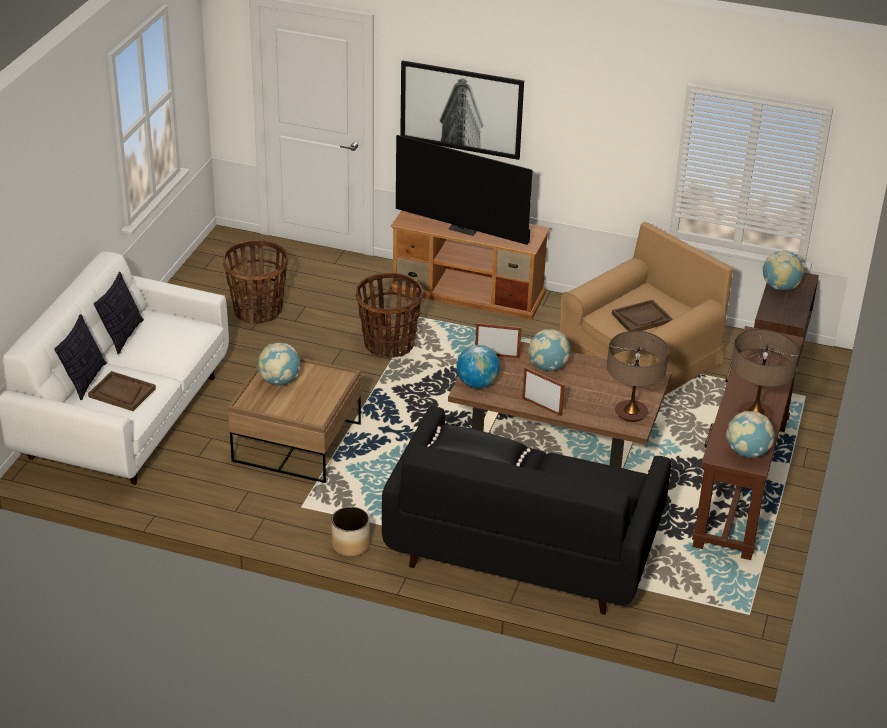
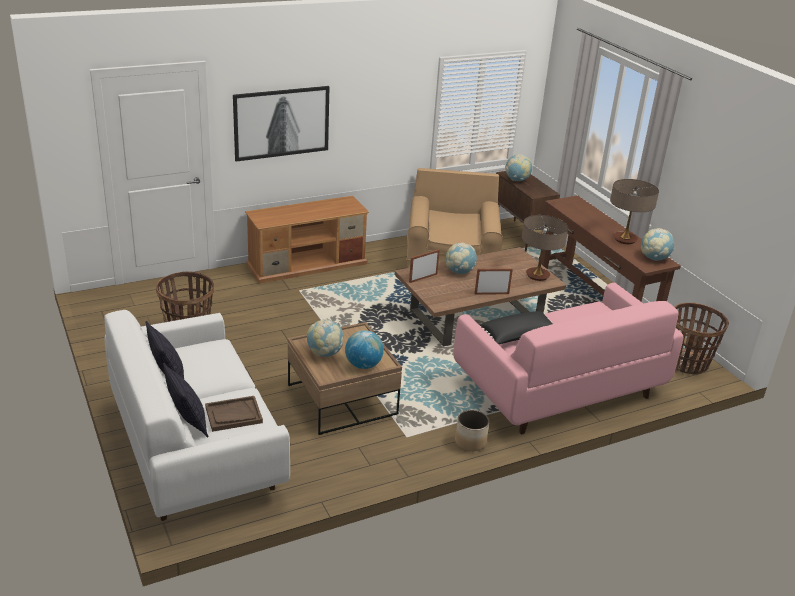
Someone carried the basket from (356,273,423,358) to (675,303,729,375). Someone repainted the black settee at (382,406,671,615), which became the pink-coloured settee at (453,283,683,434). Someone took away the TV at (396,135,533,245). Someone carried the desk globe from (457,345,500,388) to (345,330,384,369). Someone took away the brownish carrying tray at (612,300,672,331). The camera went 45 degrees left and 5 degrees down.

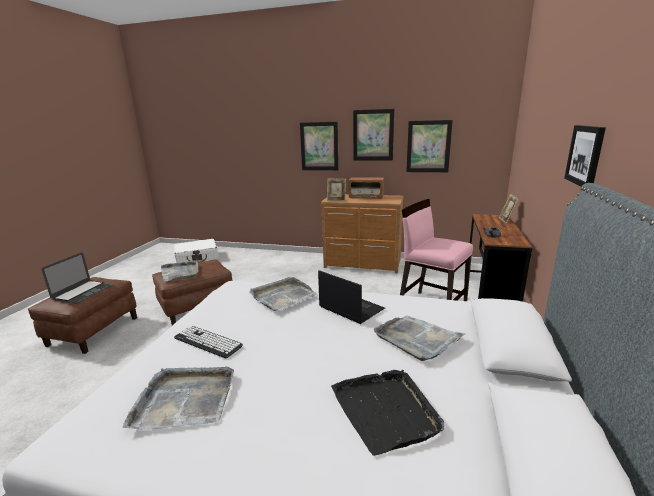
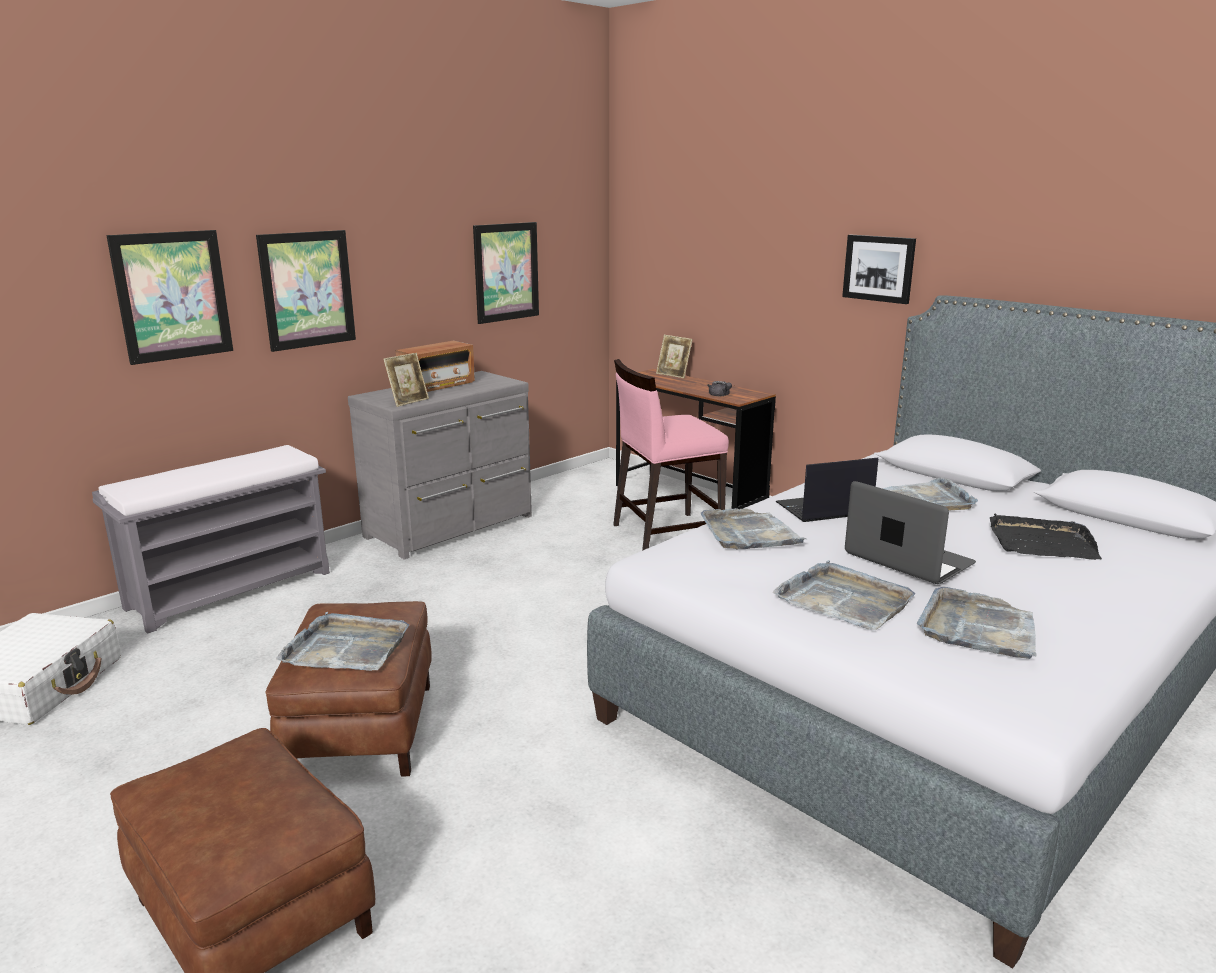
Someone carried the notebook computer from (41,253,114,303) to (845,481,976,584). Someone swapped the keyboard at (174,326,243,358) for the greyish carrying tray at (773,560,915,630). Someone repainted the brownish drawer chest at (321,194,403,273), which became the greyish drawer chest at (348,371,532,560). Someone carried the wall picture from (353,109,394,160) to (106,230,233,365). Someone put down the greyish long seat at (92,445,330,634). The camera went 60 degrees left and 0 degrees up.

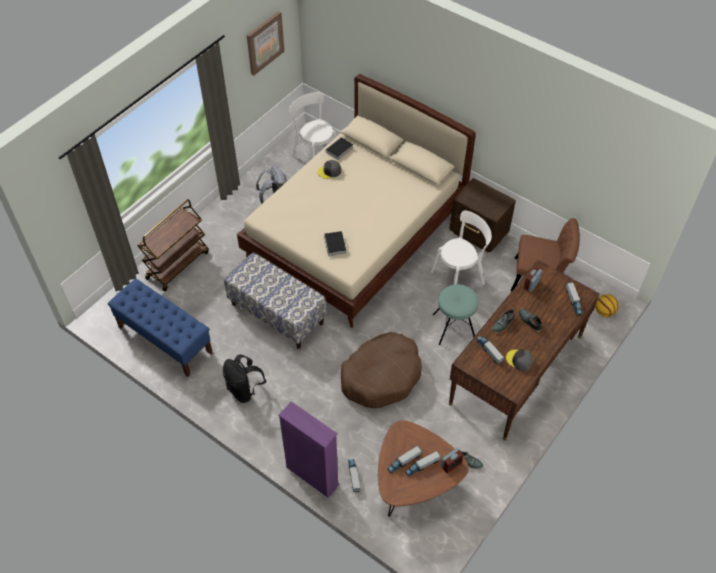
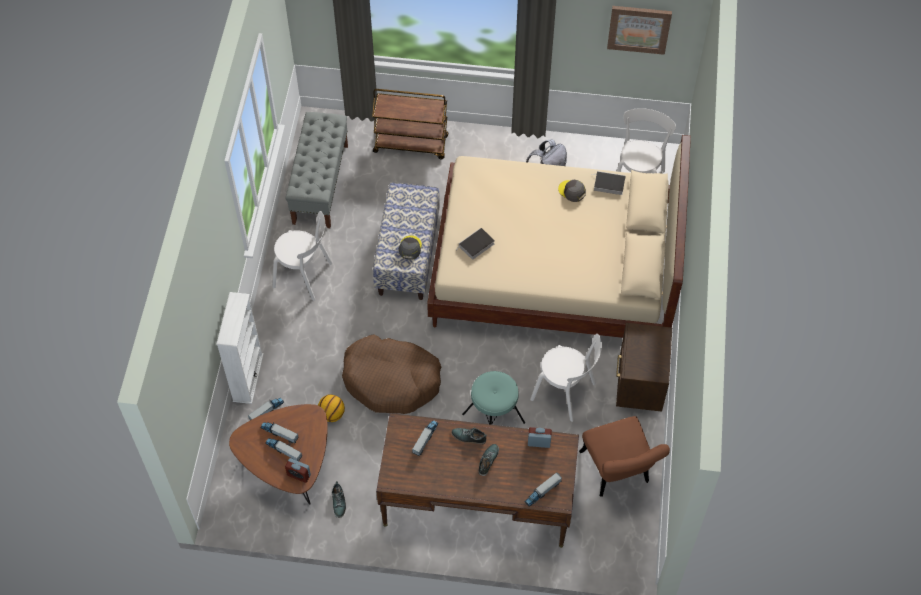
Someone repainted the blue-coloured long seat at (108,279,213,377), which became the greyish long seat at (286,112,348,228). Someone swapped the black rucksack at (223,354,266,403) for the white-coloured chair at (272,211,333,301). Someone repainted the purplish bookshelf at (278,402,340,498), which became the white-coloured bookshelf at (216,292,264,404). Someone carried the greyish peaked cap from (506,349,534,371) to (399,235,422,260). Someone carried the ball for basketball from (595,294,619,317) to (318,394,345,422). The camera went 60 degrees right and 5 degrees up.

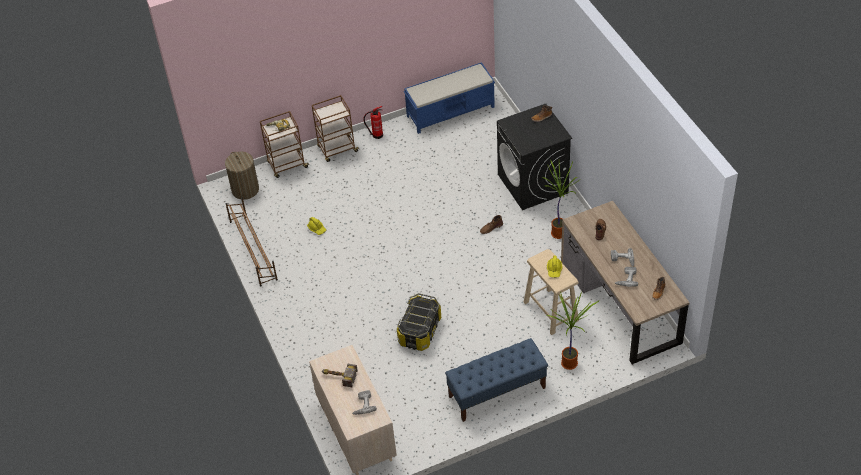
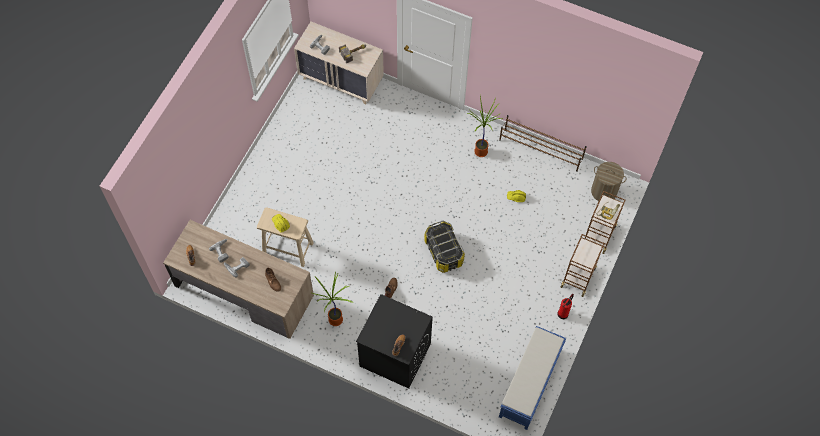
Someone carried the storage container from (397,293,441,351) to (424,221,465,273). Someone took away the blue-coloured long seat at (445,338,548,422). Someone carried the plant in a pot from (547,291,599,370) to (467,95,501,157). The camera went 135 degrees right and 15 degrees up.

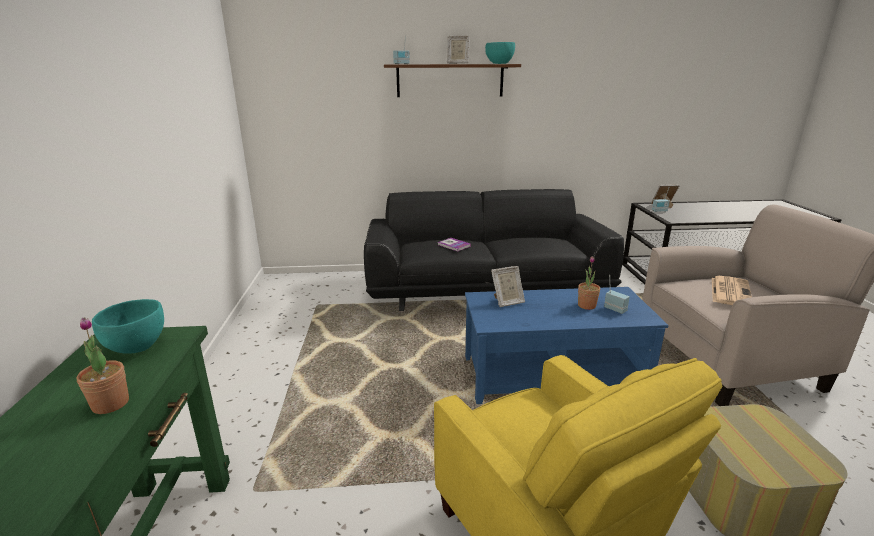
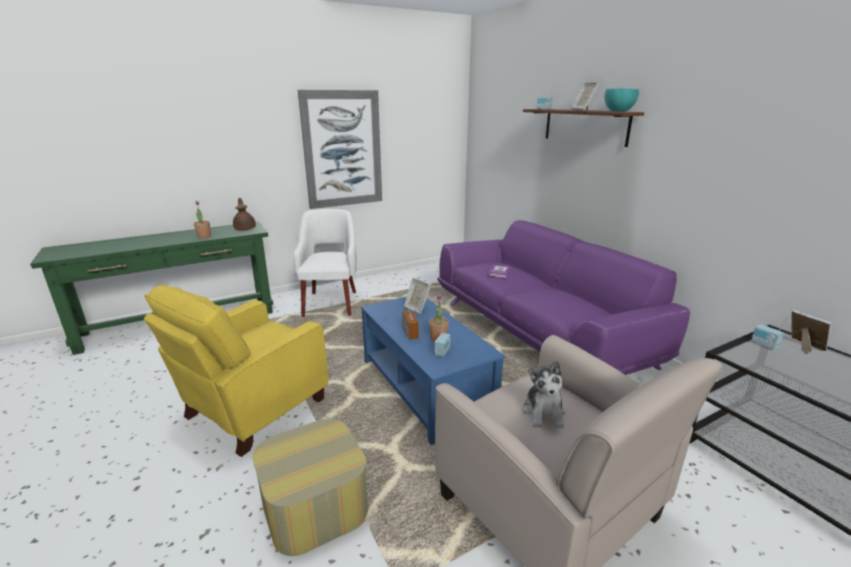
Someone swapped the turquoise-coloured deep dish at (92,299,164,354) for the brownish tea pot at (233,198,256,231). Someone repainted the black settee at (364,189,624,311), which became the purplish settee at (437,220,690,375). Someone swapped the daily paper at (712,276,752,305) for the cuddly toy at (523,361,565,428). Someone put down the white-coloured armchair at (294,209,357,317). Someone put up the wall picture at (298,90,382,209). Someone put down the radio set at (402,302,419,339). The camera went 65 degrees right and 0 degrees up.

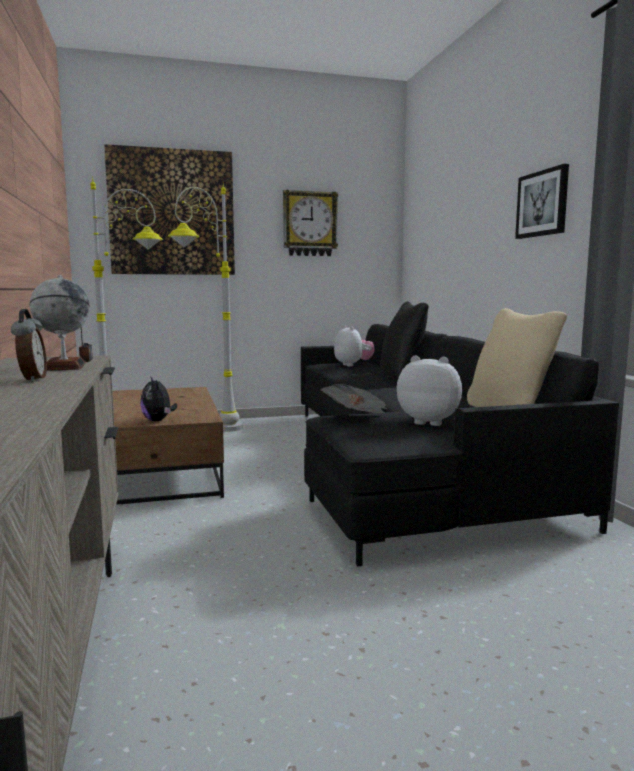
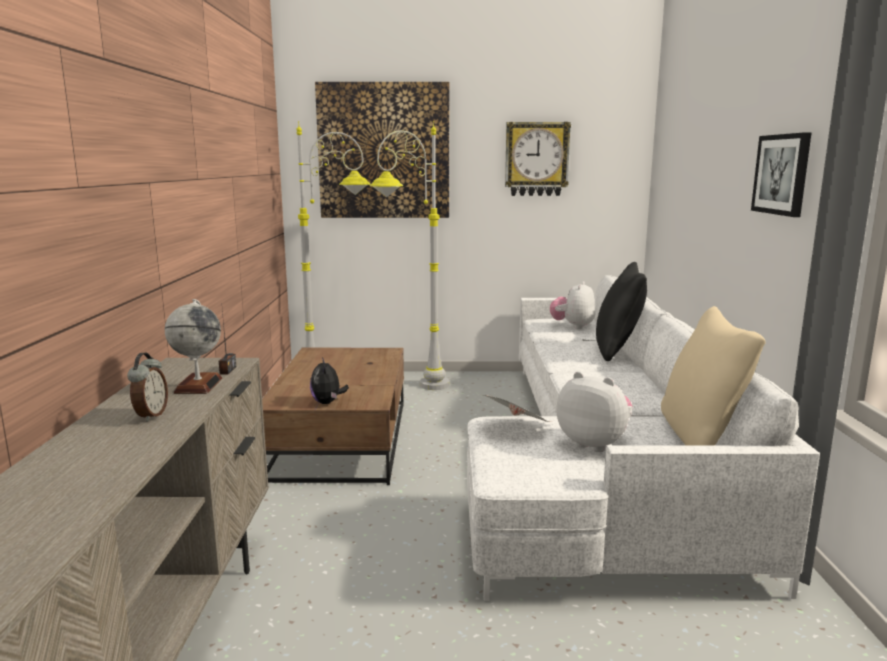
Someone repainted the black settee at (301,324,619,566), which became the white-coloured settee at (467,275,820,601). Someone rotated the cuddly toy at (334,326,375,367) by 150 degrees counterclockwise. The camera went 15 degrees right and 5 degrees up.

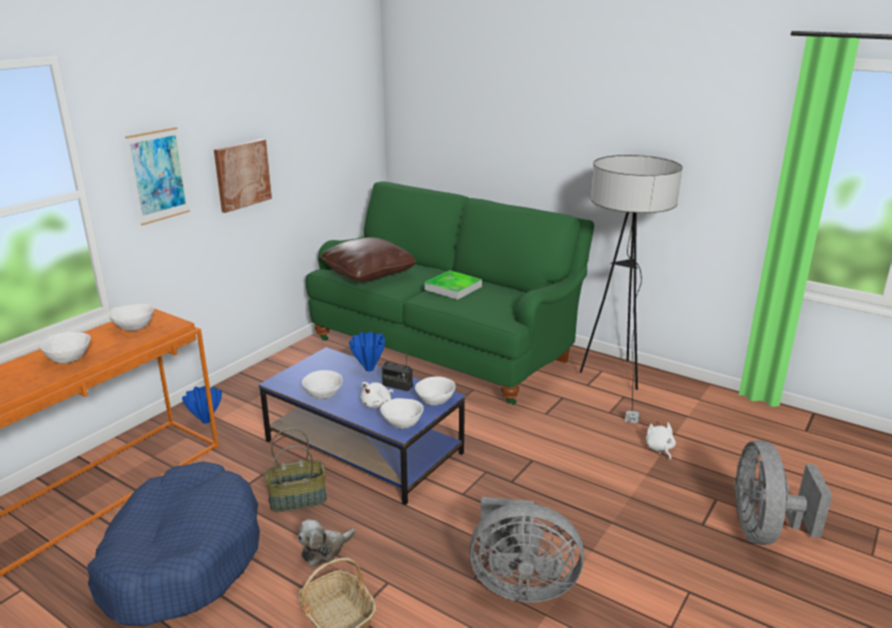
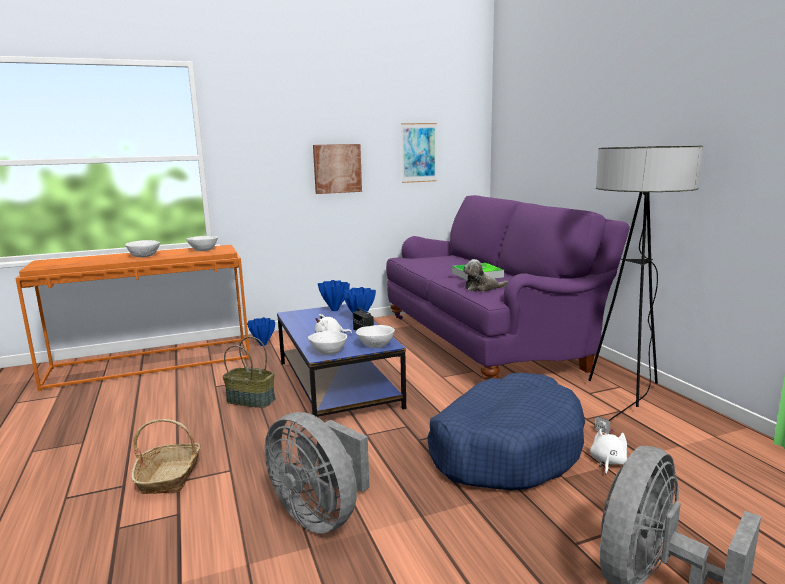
Someone carried the blue-coloured dog bed from (87,461,260,626) to (427,373,585,491). Someone carried the wall picture from (125,127,190,225) to (401,123,437,183). Someone carried the cuddly toy from (297,519,356,567) to (463,259,508,292). Someone took away the white-coloured deep dish at (302,370,342,399). Someone repainted the green settee at (306,182,594,405), which became the purplish settee at (386,195,630,380). Someone took away the brownish pillow at (320,237,417,281). Someone put down the blue-coloured vase at (318,280,350,311). The camera went 35 degrees right and 10 degrees down.

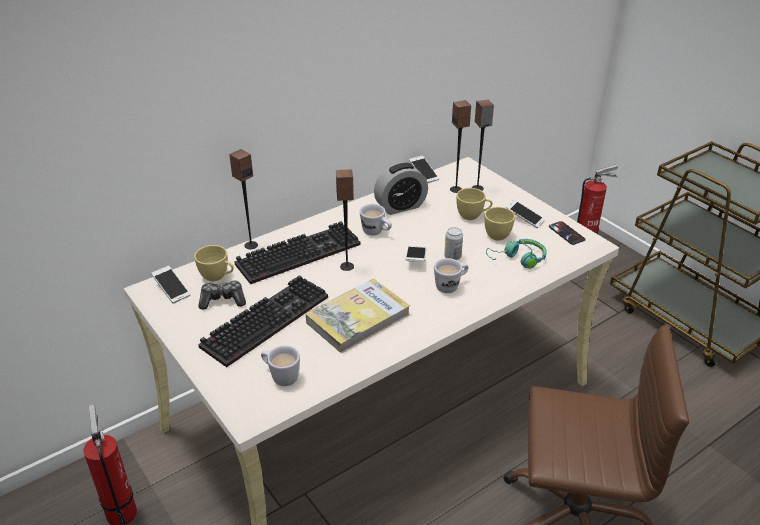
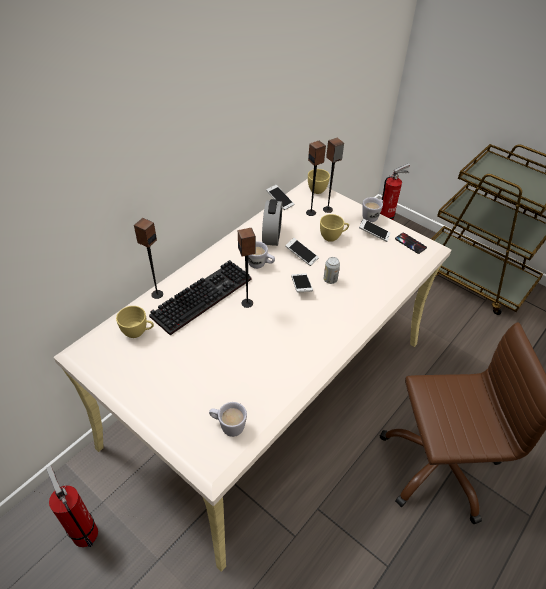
Someone carried the handset from (151,266,190,304) to (285,238,319,266). Someone took away the keyboard at (198,275,328,367). Someone took away the joypad at (199,280,246,309). Someone took away the bound book at (306,279,410,353). Someone rotated the bedside clock at (374,162,428,215) by 45 degrees counterclockwise. Someone carried the white-coloured tea mug from (434,258,468,293) to (362,197,383,222). Someone carried the yellowish cup from (484,207,515,241) to (308,169,330,194). Someone took away the turquoise-coloured headphones at (486,239,547,269). The camera went 15 degrees left and 10 degrees up.

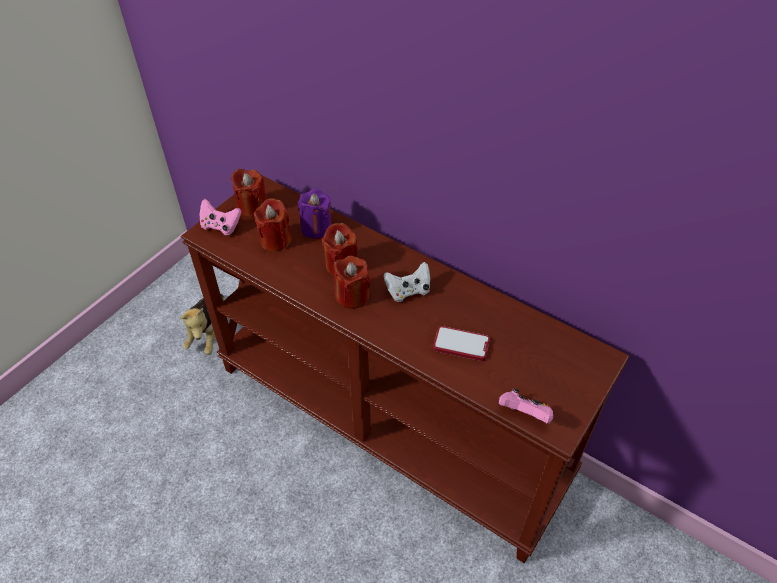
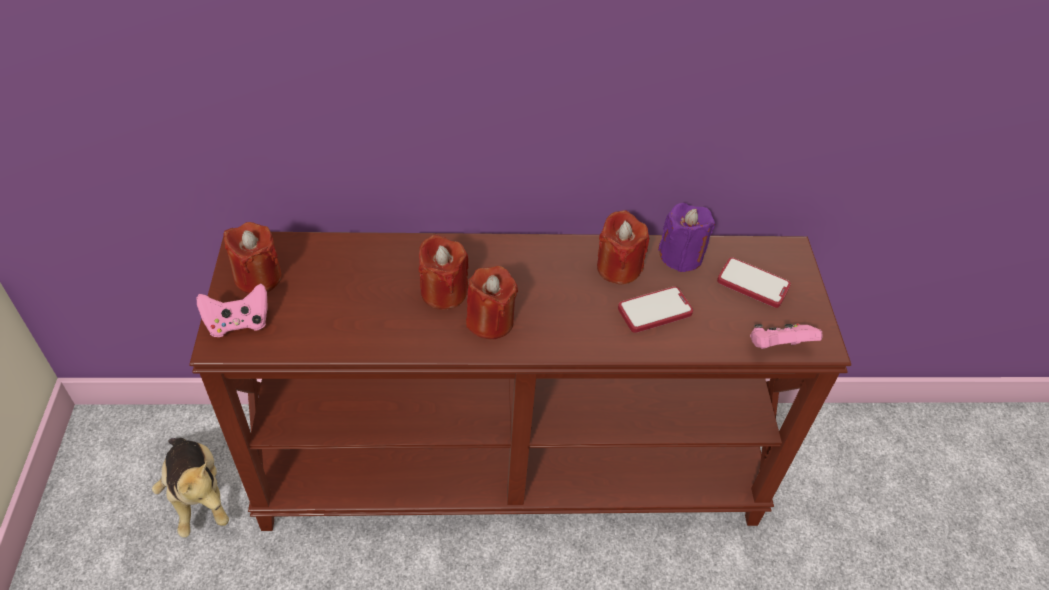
Someone carried the red-coloured wax candle from (254,198,292,251) to (597,210,649,284). Someone carried the purplish wax candle from (298,189,332,239) to (658,203,715,272). Someone took away the white-coloured joypad at (384,262,430,302). Someone put down the handset at (717,258,791,308). The camera went 40 degrees left and 0 degrees up.

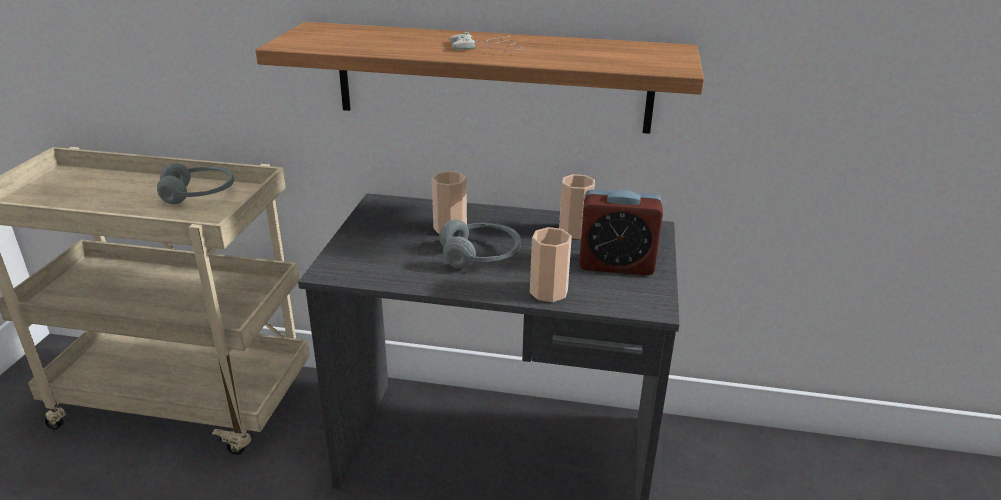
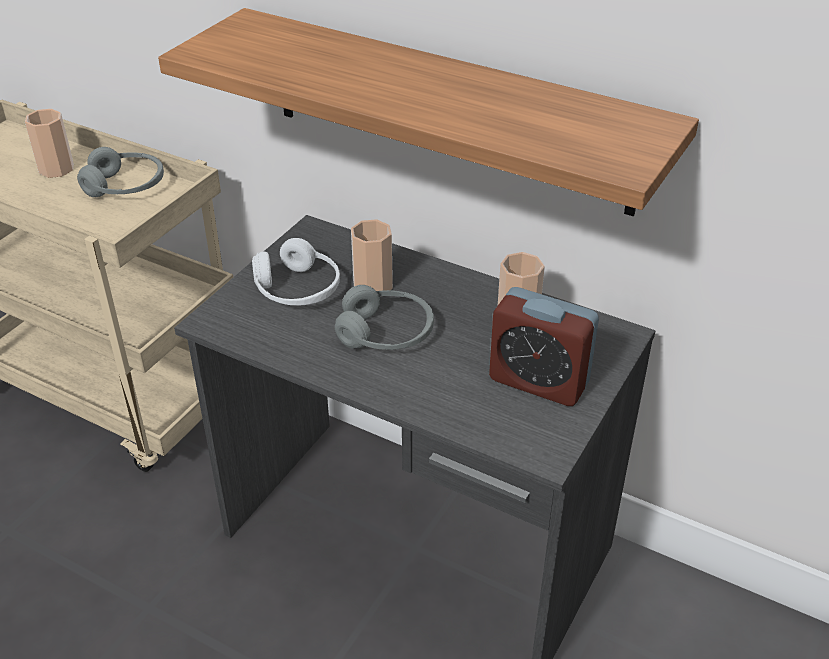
Someone took away the white-coloured joypad at (449,31,523,50). Someone carried the cup from (530,227,572,302) to (25,109,74,178). Someone put down the white-coloured headphones at (252,238,340,305). The camera went 20 degrees right and 10 degrees up.

